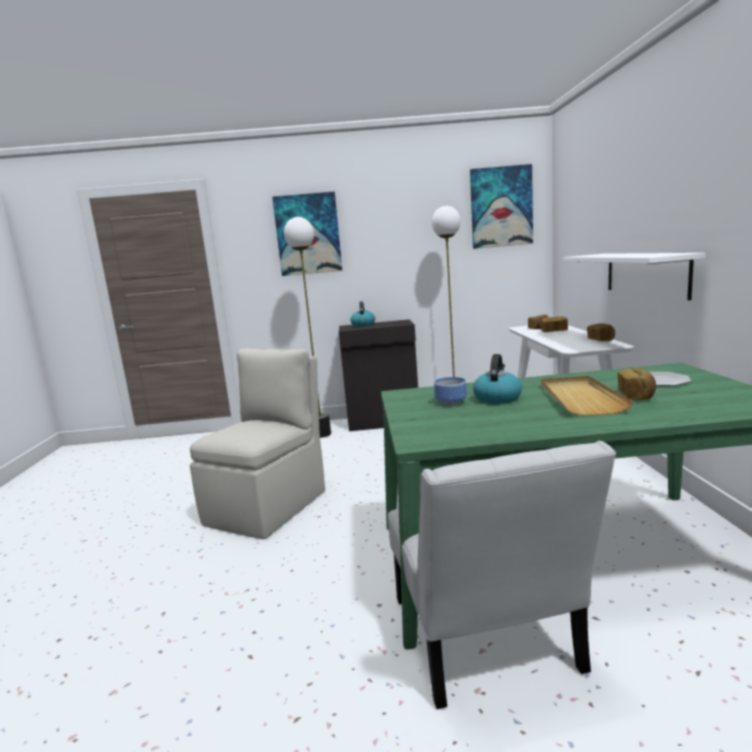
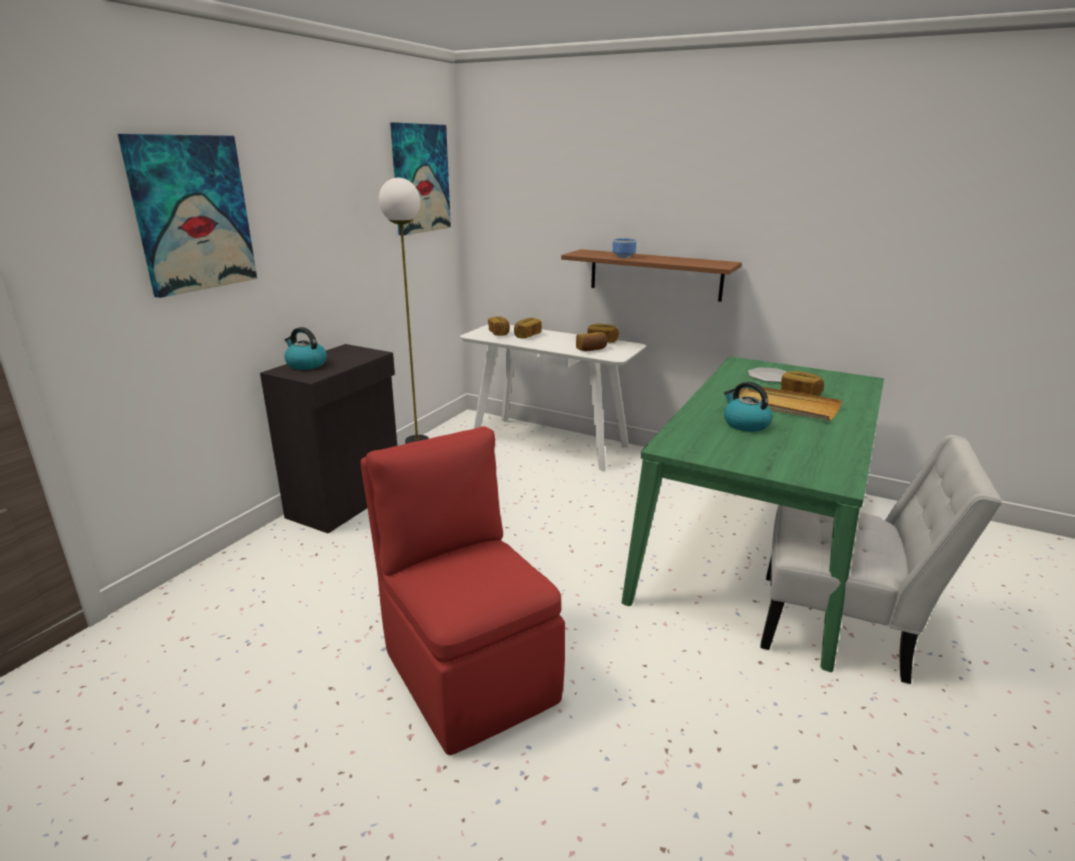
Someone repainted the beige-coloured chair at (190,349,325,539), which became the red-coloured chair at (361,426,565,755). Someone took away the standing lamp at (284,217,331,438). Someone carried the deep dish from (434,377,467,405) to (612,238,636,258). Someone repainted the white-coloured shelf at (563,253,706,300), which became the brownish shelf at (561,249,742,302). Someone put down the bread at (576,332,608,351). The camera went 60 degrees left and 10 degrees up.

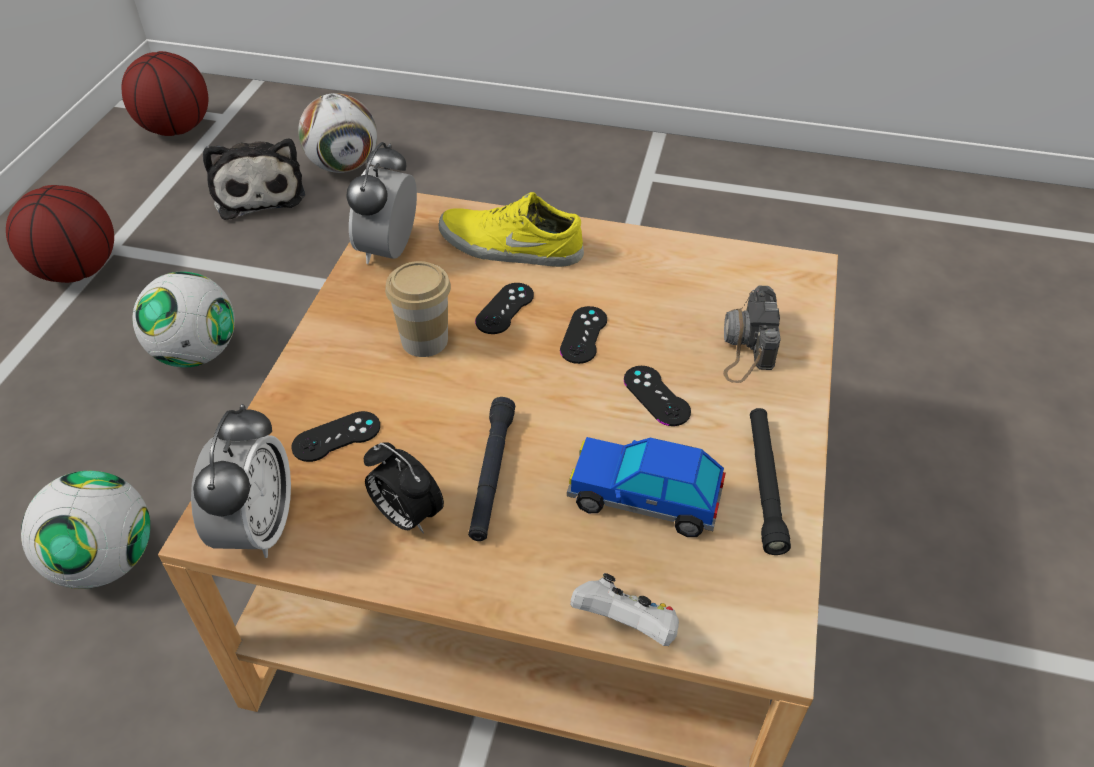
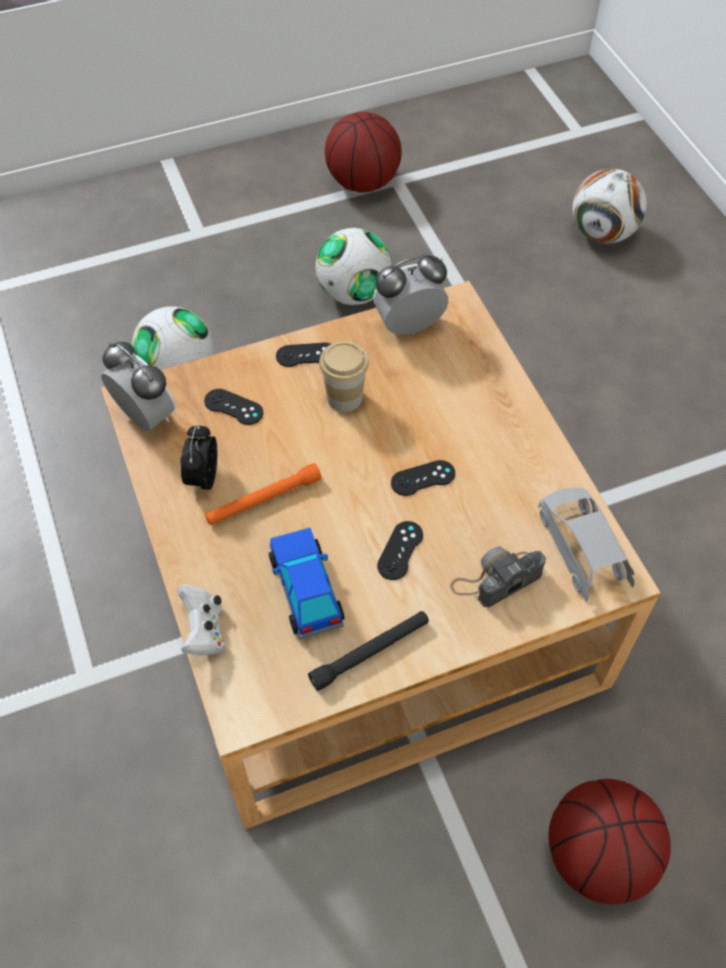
Someone carried the ball for basketball from (121,51,208,136) to (549,779,671,904). Someone rotated the bedside clock at (191,404,291,558) by 105 degrees counterclockwise. Someone took away the cuddly toy at (203,138,305,220). Someone took away the yellowish shoe at (439,192,584,267). Someone repainted the black torch at (468,397,515,541), which became the orange torch at (205,463,322,525). Someone carried the black joypad from (475,283,534,334) to (276,343,330,367). Someone put down the greyish toy car at (538,488,635,602). The camera went 55 degrees right and 10 degrees up.

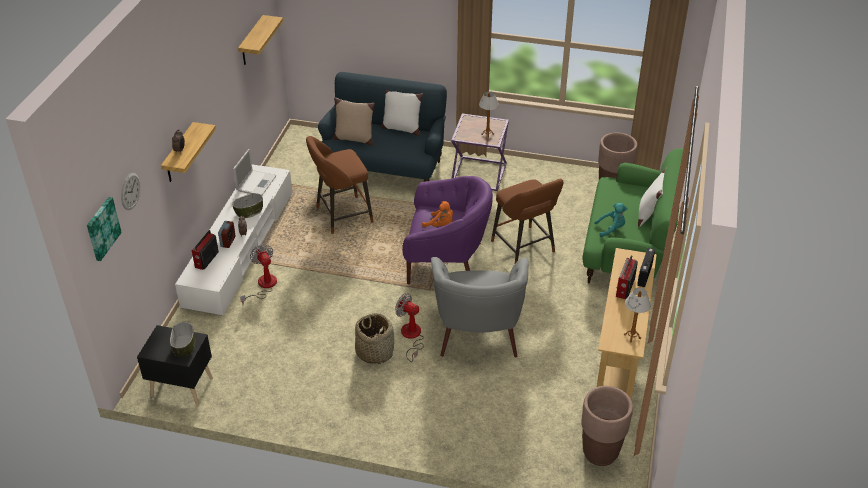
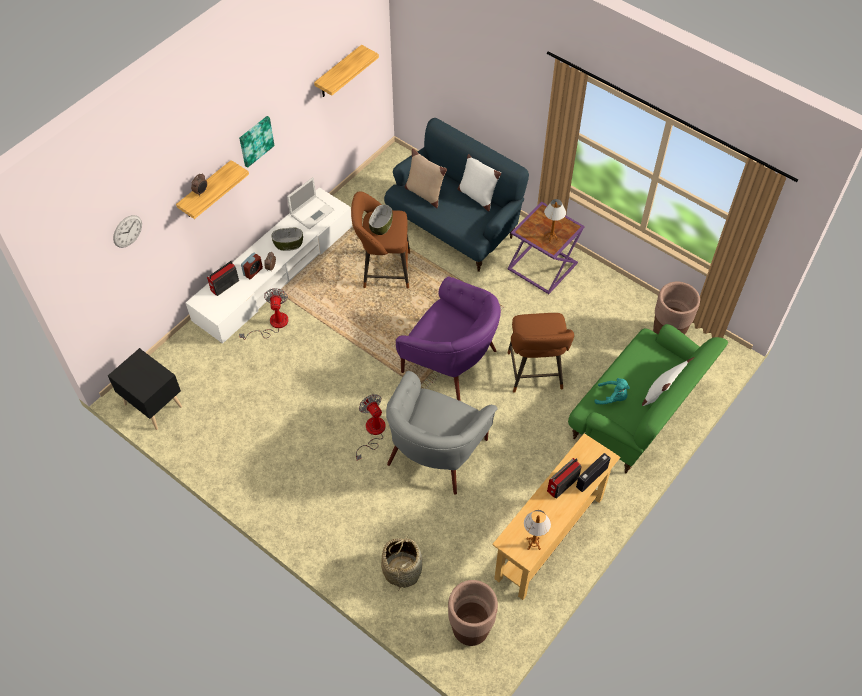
Someone carried the wall picture from (87,197,122,261) to (239,116,275,168). Someone carried the deep dish from (170,322,195,357) to (369,205,393,235). Someone carried the basket from (355,313,394,364) to (381,535,423,591). Someone took away the orange cuddly toy at (422,201,453,228). The camera went 25 degrees right and 15 degrees up.

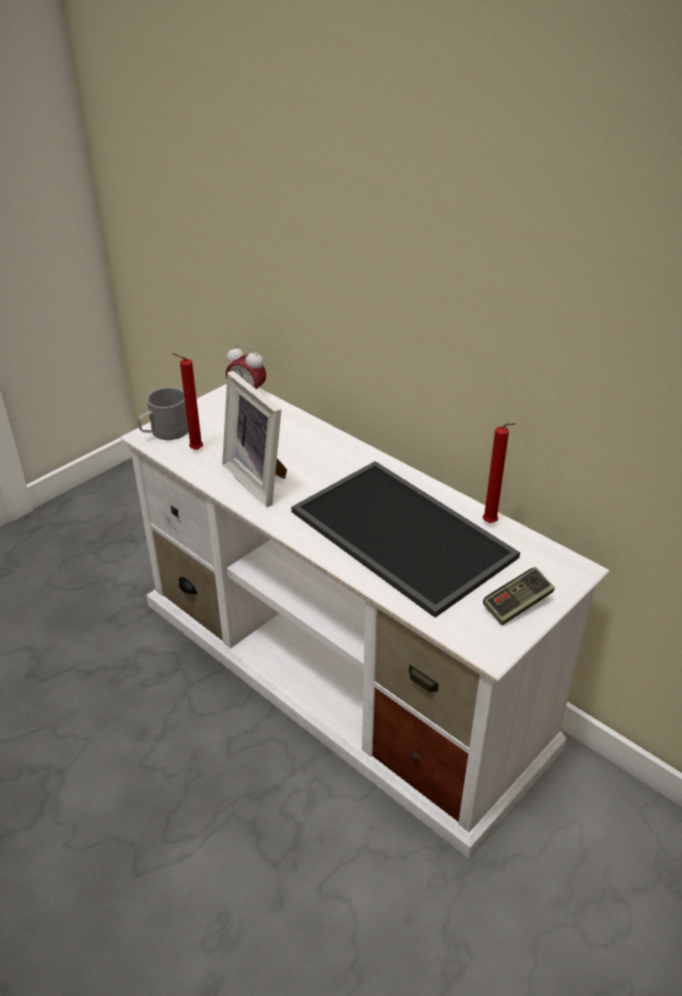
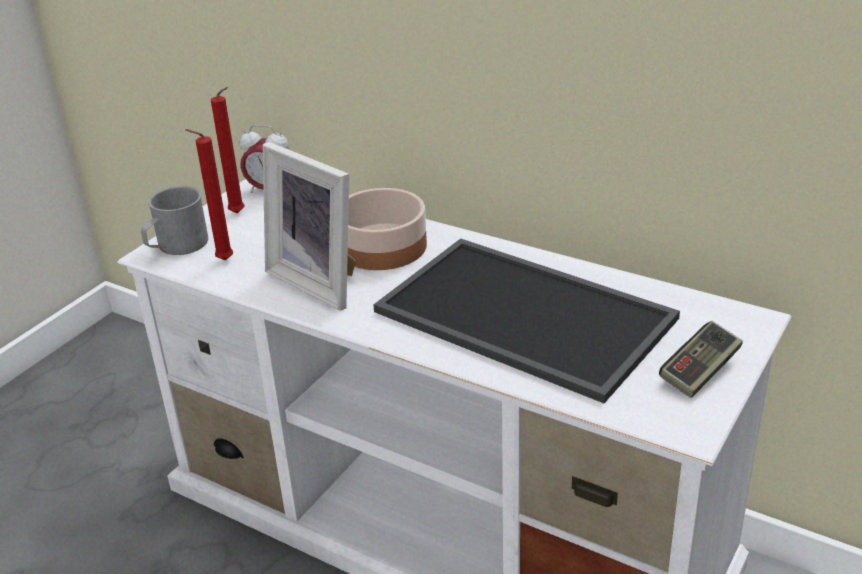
Someone carried the red-coloured wax candle from (483,423,516,523) to (211,87,245,213). Someone put down the deep dish at (348,188,427,270). The camera went 10 degrees left and 5 degrees down.

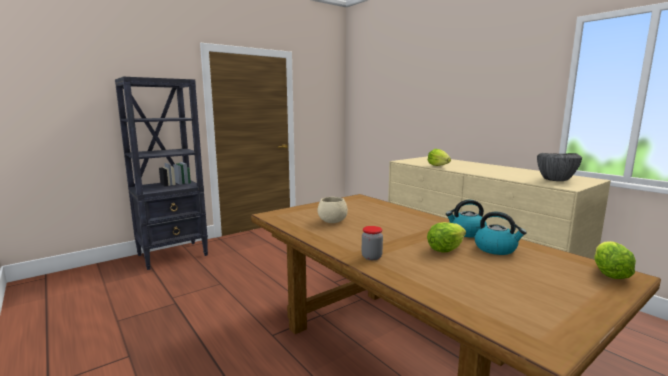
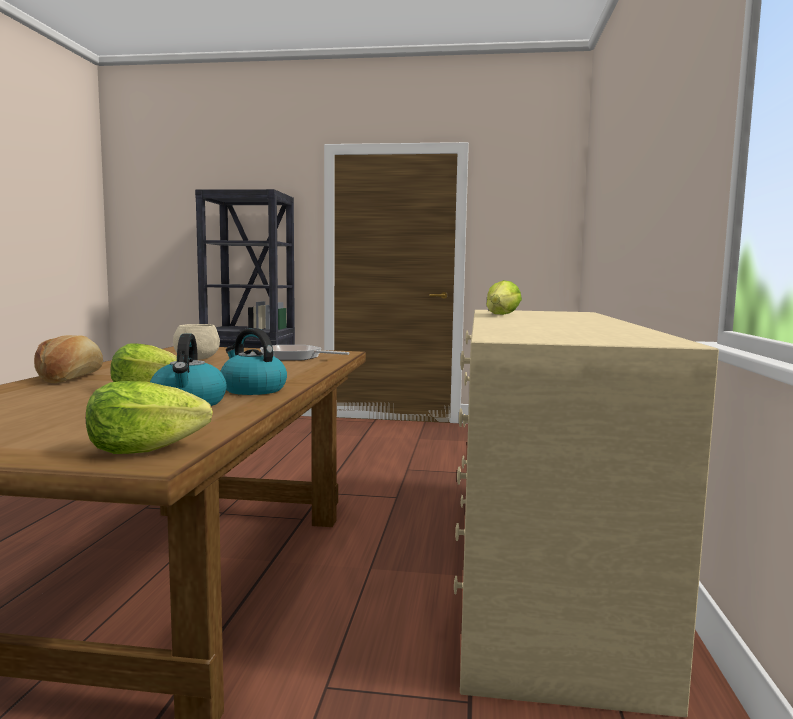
Someone swapped the preserve jar at (362,226,383,260) for the bread at (34,335,103,383). Someone took away the deep dish at (537,153,582,181). Someone put down the frying pan at (260,345,349,361). The camera went 45 degrees right and 5 degrees down.

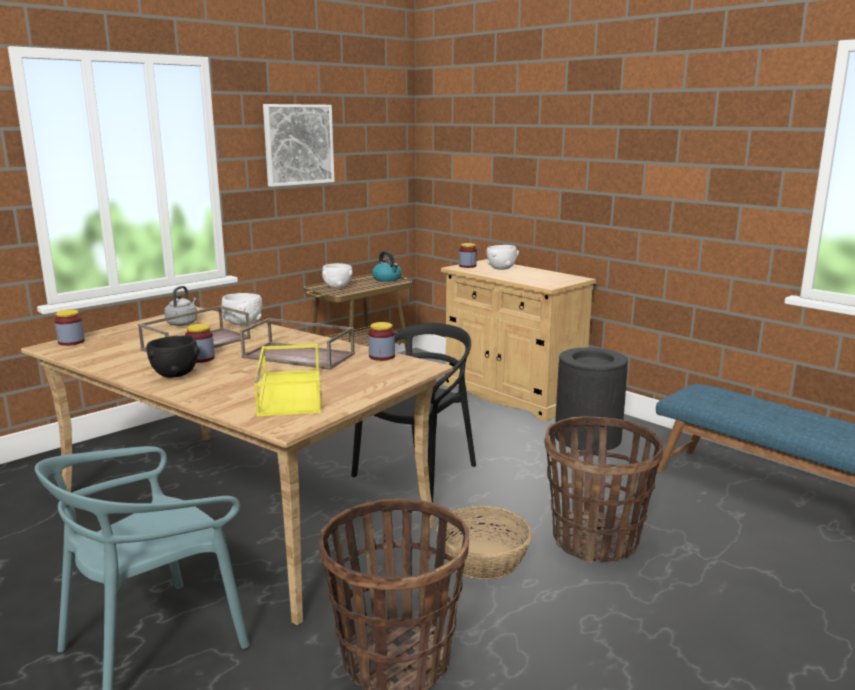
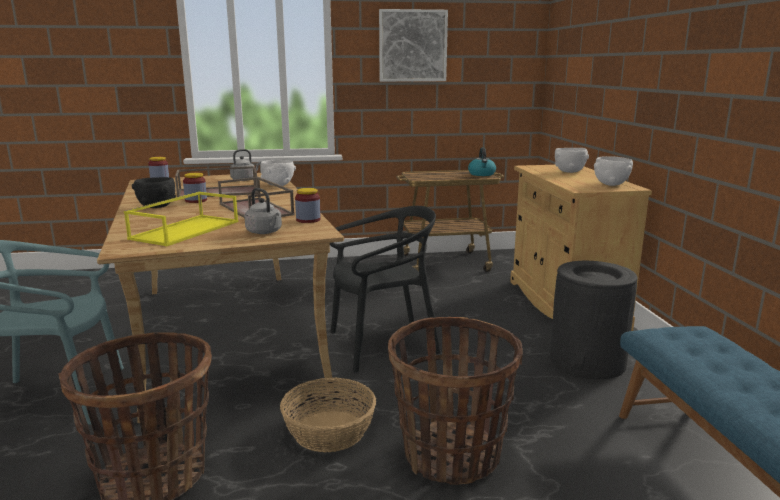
Someone carried the white-coloured deep dish from (322,263,353,288) to (594,156,633,186). Someone took away the preserve jar at (459,243,477,268). Someone put down the greyish kettle at (244,188,282,234). The camera went 35 degrees right and 0 degrees up.

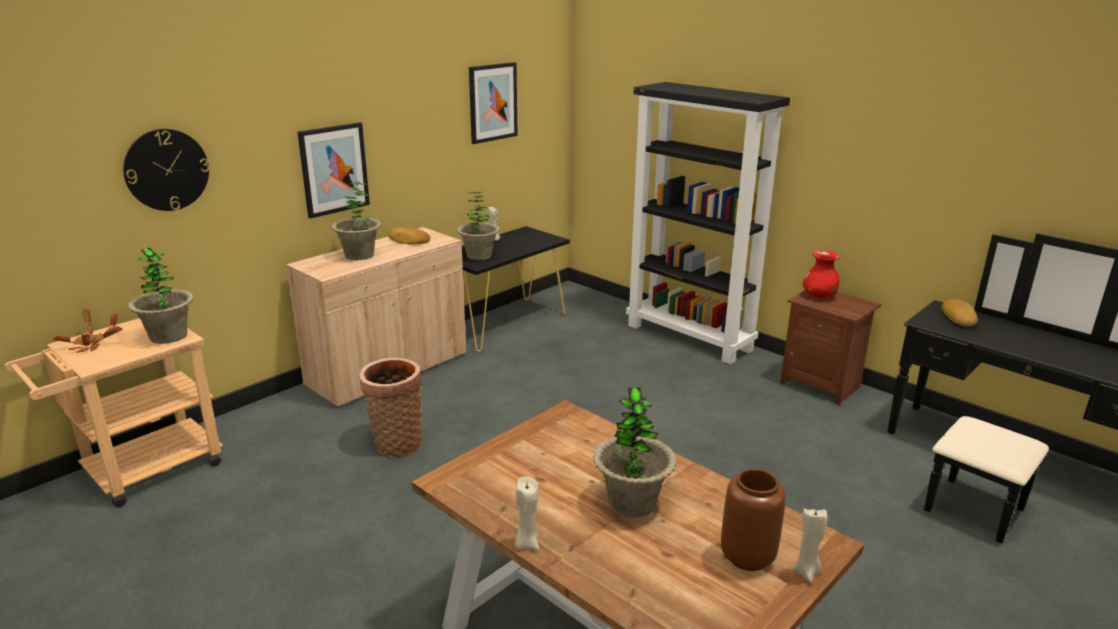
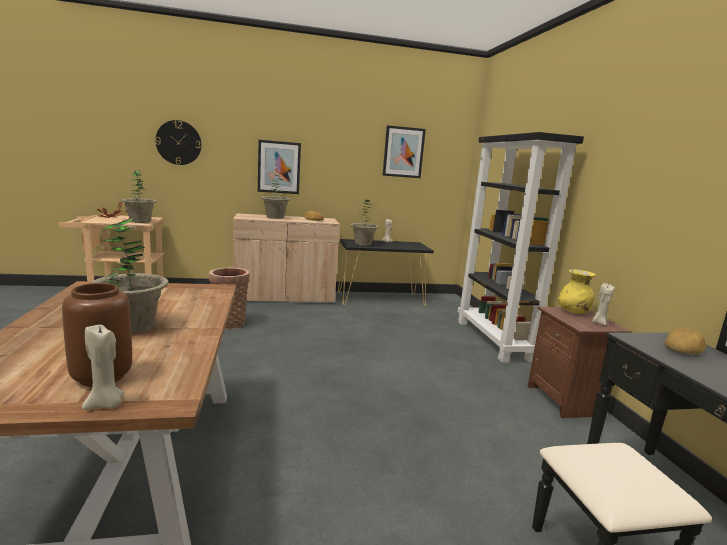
Someone carried the beige-coloured wax candle from (515,477,539,551) to (592,283,615,325). Someone repainted the red-coloured vase at (803,251,840,298), which became the yellowish vase at (558,269,596,314). The camera went 35 degrees right and 10 degrees down.

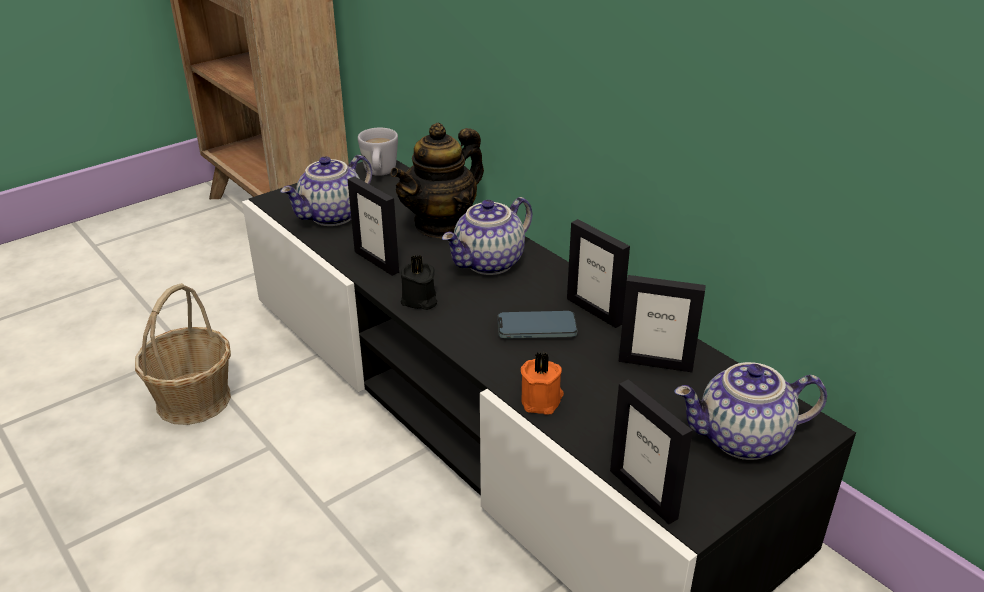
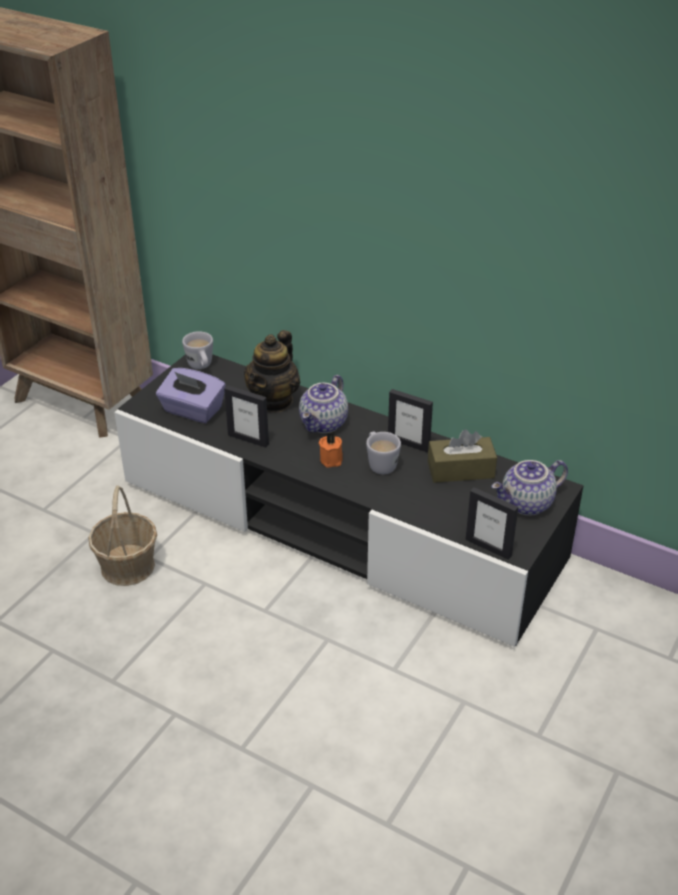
Someone swapped the tea pot at (280,155,372,226) for the purplish tissue holder at (156,368,226,423). Someone took away the black wax candle at (401,255,437,310). Someone swapped the handset at (498,311,578,339) for the white-coloured tea mug at (366,432,401,474). Someone carried the orange wax candle from (521,353,564,415) to (319,431,343,468). Someone swapped the picture frame at (619,275,706,372) for the brownish tissue holder at (428,429,497,483). The camera went 20 degrees left and 5 degrees up.

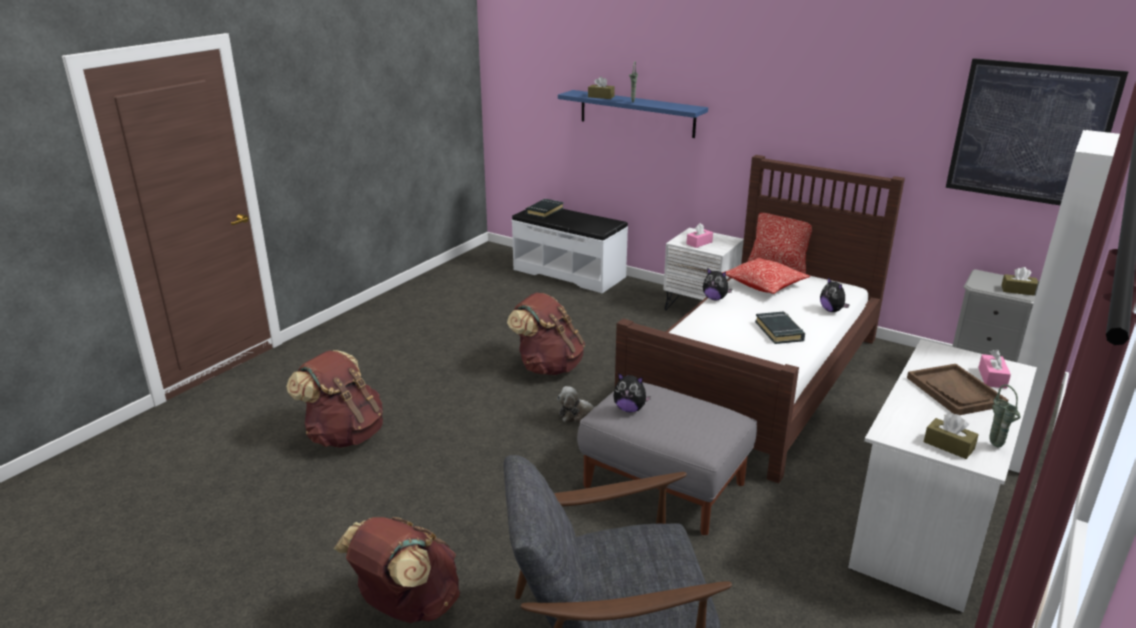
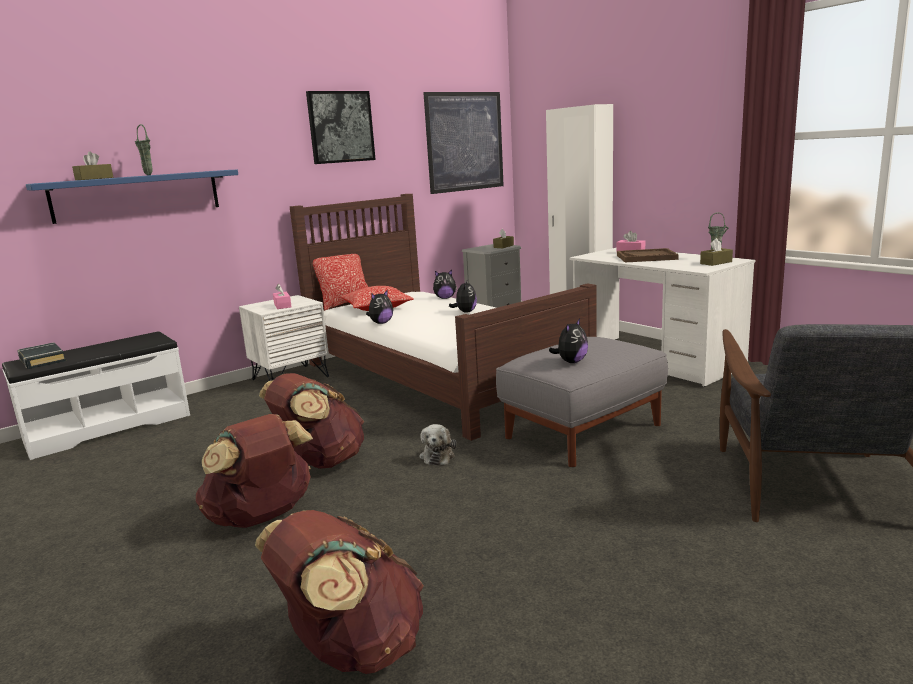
Someone carried the brownish rucksack from (333,517,460,623) to (196,414,313,528). Someone swapped the black bound book at (755,311,805,344) for the cuddly toy at (449,280,477,313). Someone put up the wall picture at (306,91,376,164). The camera went 70 degrees left and 10 degrees down.

